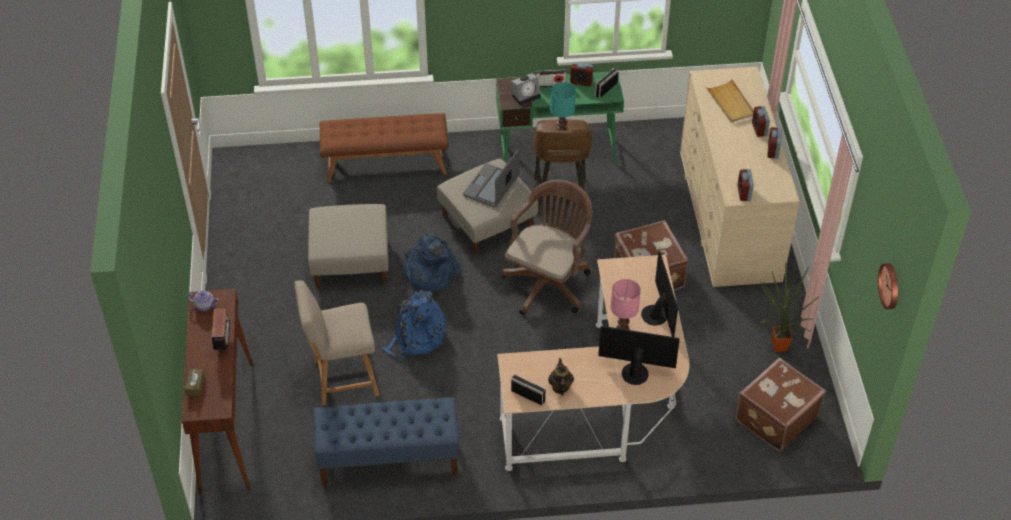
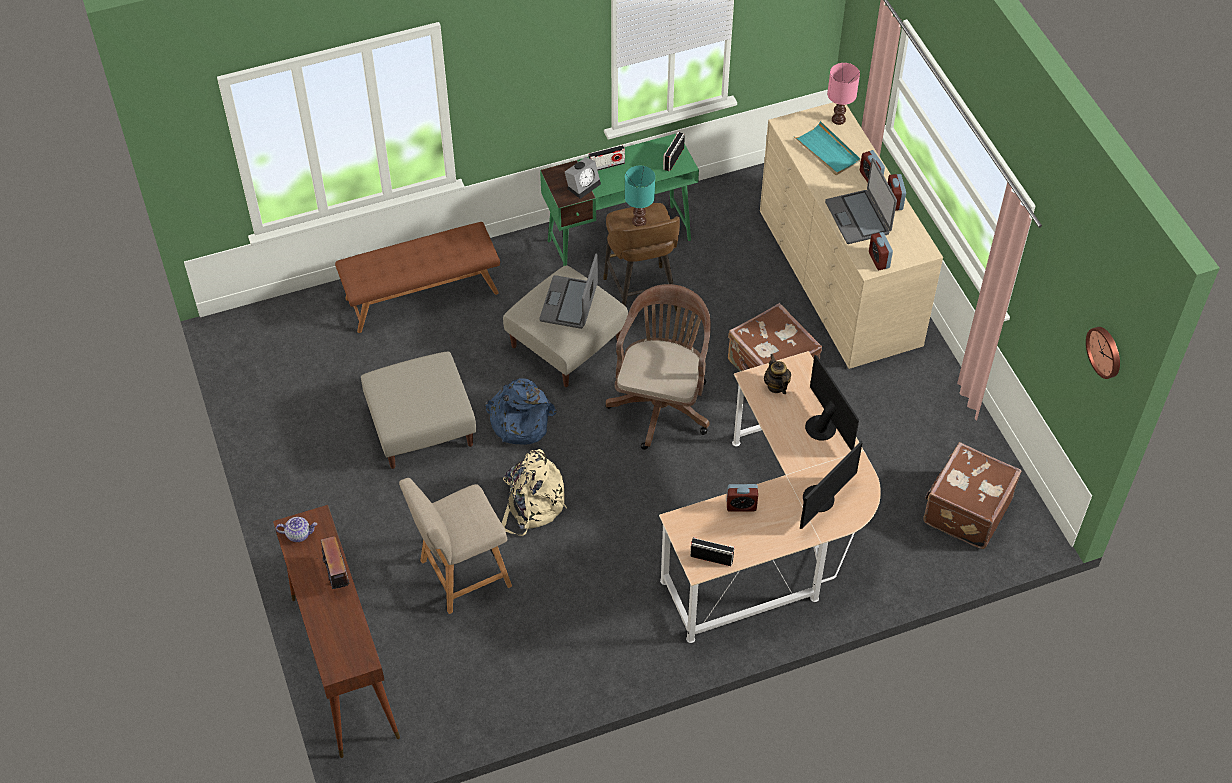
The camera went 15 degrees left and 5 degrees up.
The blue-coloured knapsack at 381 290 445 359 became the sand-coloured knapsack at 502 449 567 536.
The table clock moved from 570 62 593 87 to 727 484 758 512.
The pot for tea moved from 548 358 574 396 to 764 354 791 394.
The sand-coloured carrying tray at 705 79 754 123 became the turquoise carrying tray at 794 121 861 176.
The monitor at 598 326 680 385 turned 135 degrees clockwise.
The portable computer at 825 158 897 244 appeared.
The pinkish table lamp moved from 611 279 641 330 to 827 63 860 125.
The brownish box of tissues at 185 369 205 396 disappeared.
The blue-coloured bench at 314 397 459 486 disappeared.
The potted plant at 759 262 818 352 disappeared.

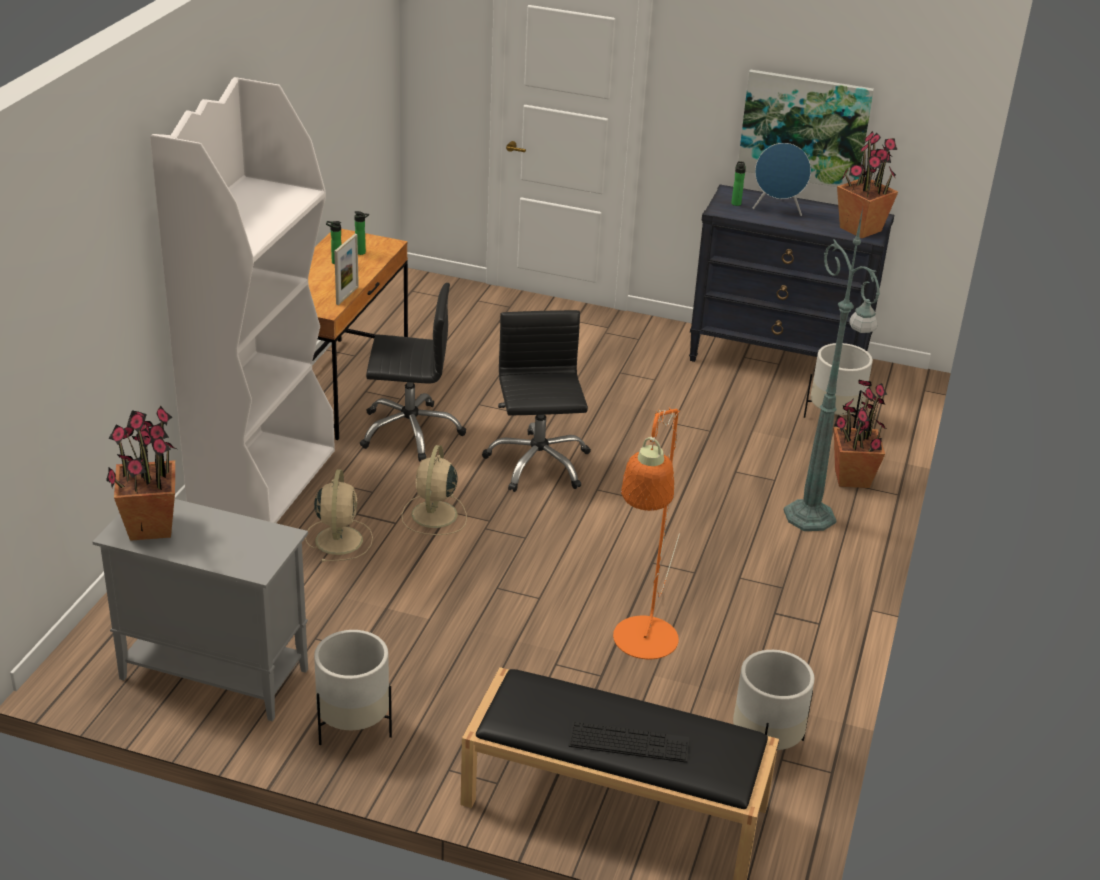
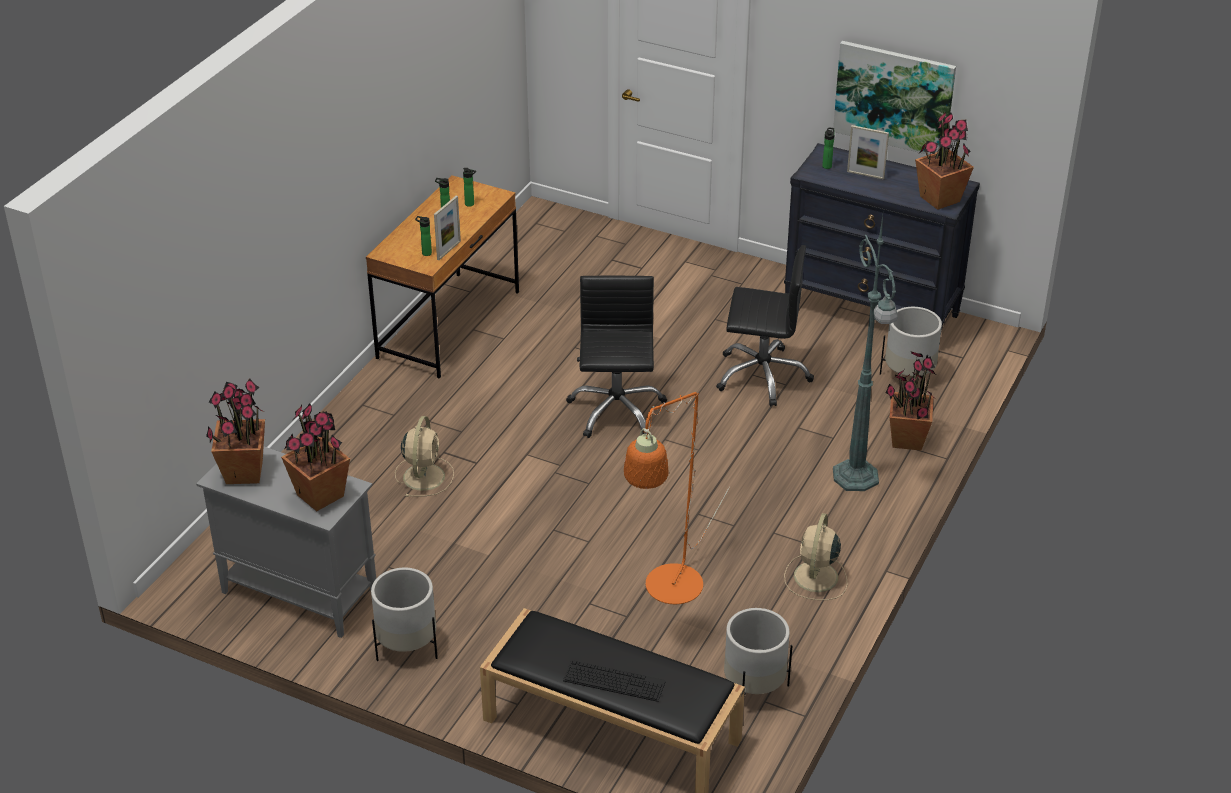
The camera went 10 degrees right and 5 degrees up.
The potted plant at 281 403 350 511 appeared.
The bottle at 415 216 432 256 appeared.
The blackish computer chair moved from 360 283 466 462 to 716 245 814 407.
The sand-coloured electric fan moved from 402 445 467 535 to 784 513 847 600.
The blue-coloured loudspeaker at 752 143 811 216 was replaced by the picture frame at 847 125 889 180.
The white-coloured bookshelf at 150 77 335 523 disappeared.

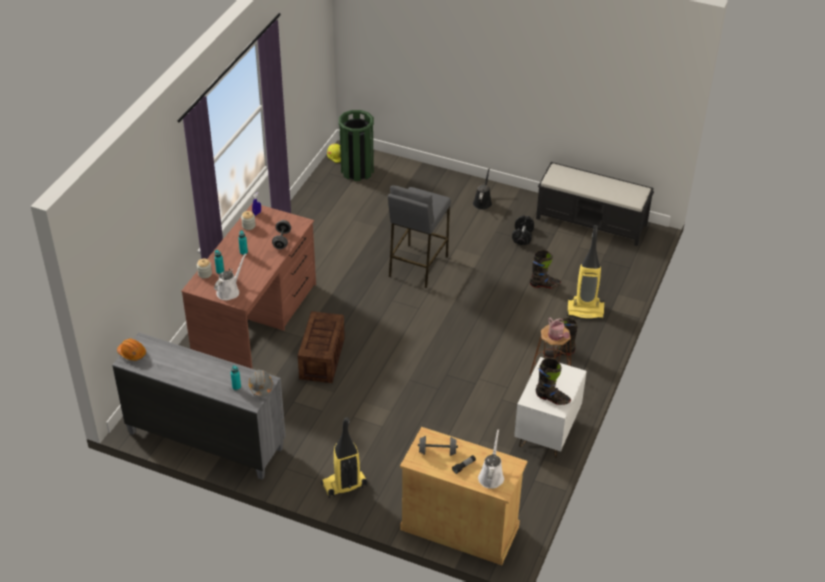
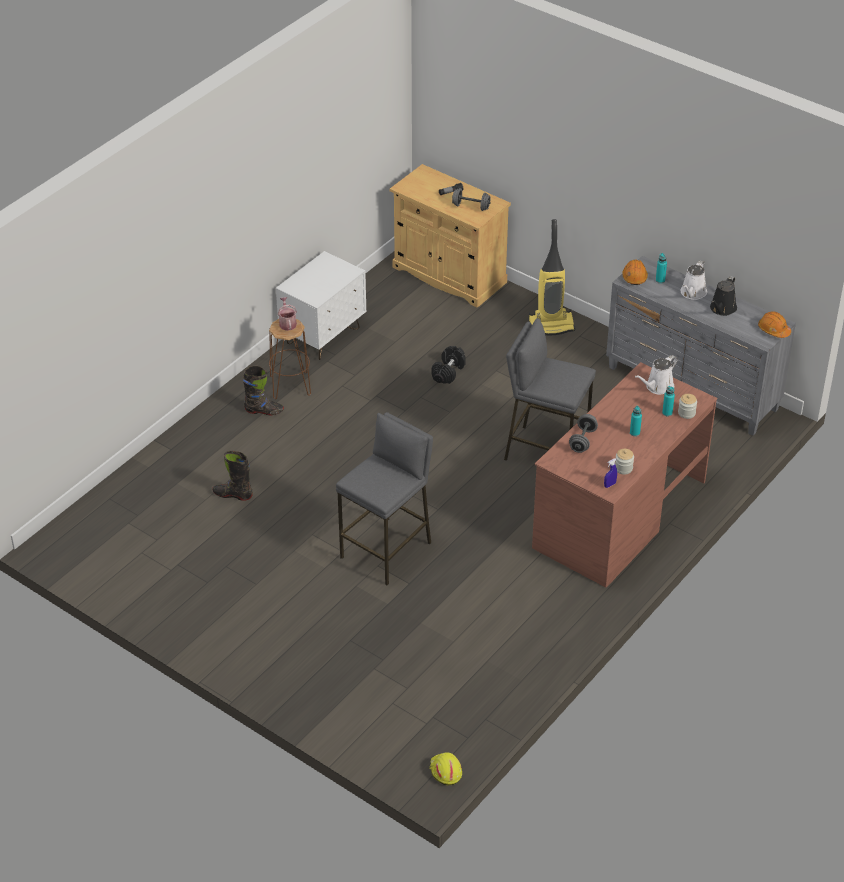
The camera went 165 degrees left and 0 degrees up.
The blackish hand weight moved from 512 215 534 245 to 431 346 466 384.
The crate at 298 311 345 383 was replaced by the greyish sitting stool at 504 318 596 461.
The greyish hard hat at 249 370 272 397 became the orangey hard hat at 622 259 648 285.
The white-coloured watering pot moved from 478 429 504 489 to 680 260 707 300.
The blackish watering pot moved from 473 168 492 210 to 710 276 737 316.
The green trash can at 339 110 374 181 disappeared.
The blackish bench at 536 162 654 246 disappeared.
The blackish high-top boot at 536 358 571 405 disappeared.
The vacuum at 567 225 605 320 disappeared.

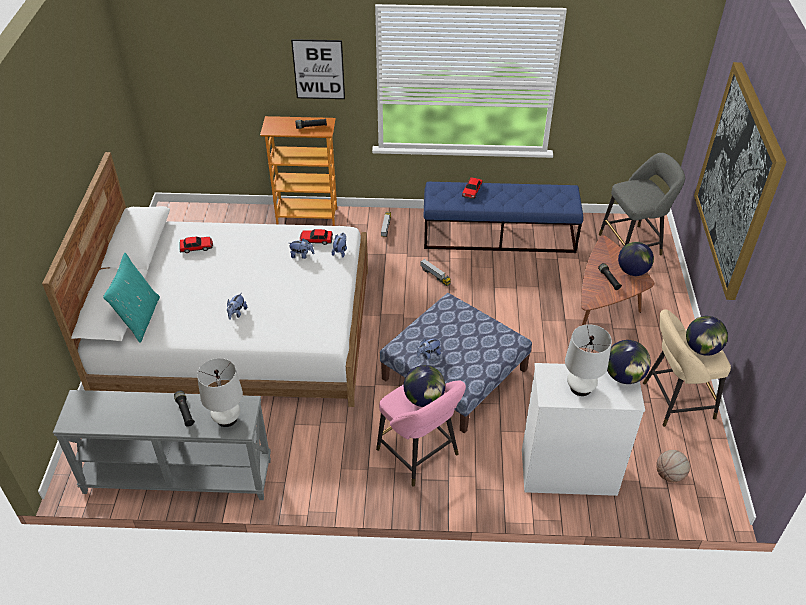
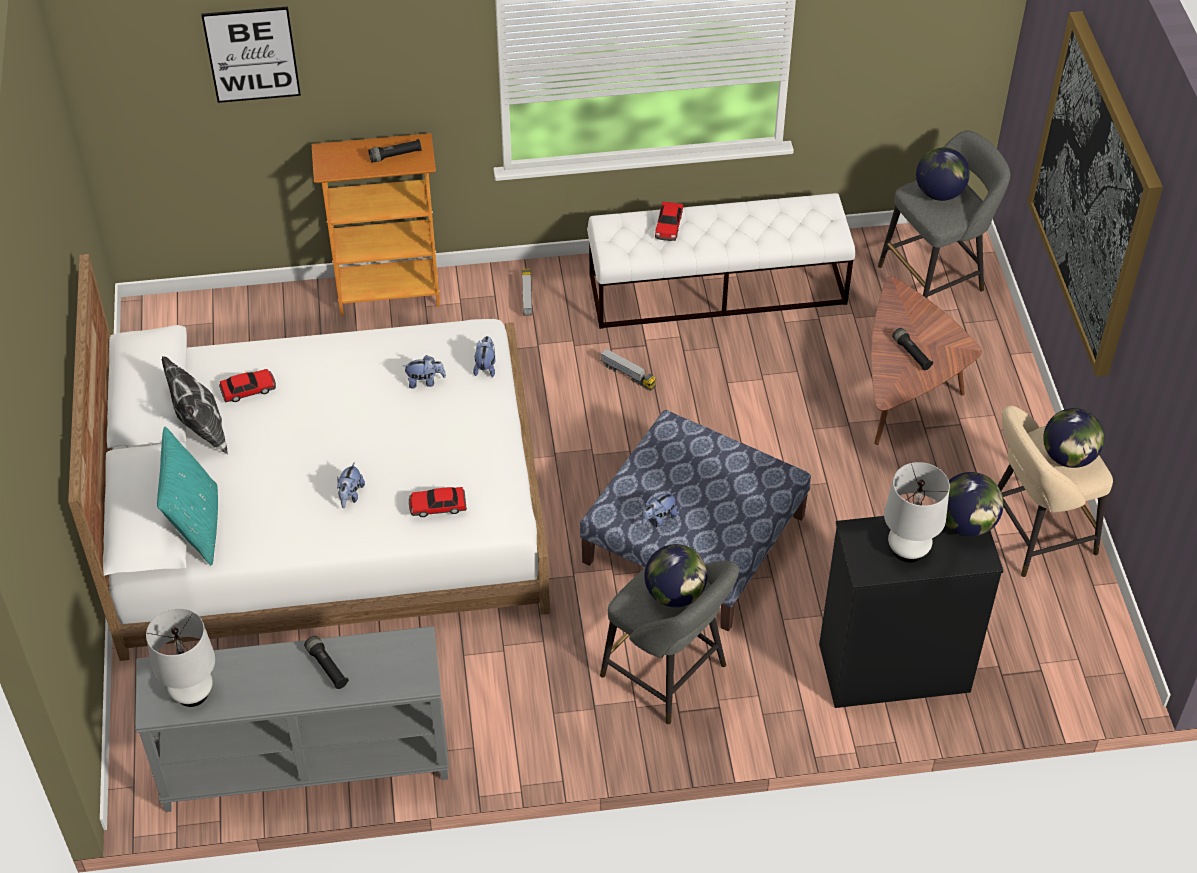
The camera went 10 degrees left and 5 degrees up.
The white-coloured table lamp moved from 197 358 243 427 to 146 608 215 707.
The pillow at 162 356 228 455 appeared.
The wall art moved from 291 39 345 99 to 201 7 301 103.
The toy car moved from 300 229 333 245 to 409 487 467 517.
The blue-coloured bench at 423 182 583 253 became the white-coloured bench at 587 193 855 329.
The pinkish sitting stool at 376 381 466 487 became the greyish sitting stool at 600 561 739 724.
The white-coloured drawer chest at 522 363 645 496 became the blackish drawer chest at 819 516 1003 708.
The desk globe moved from 618 242 654 276 to 916 147 970 201.
The basketball at 656 450 690 482 disappeared.

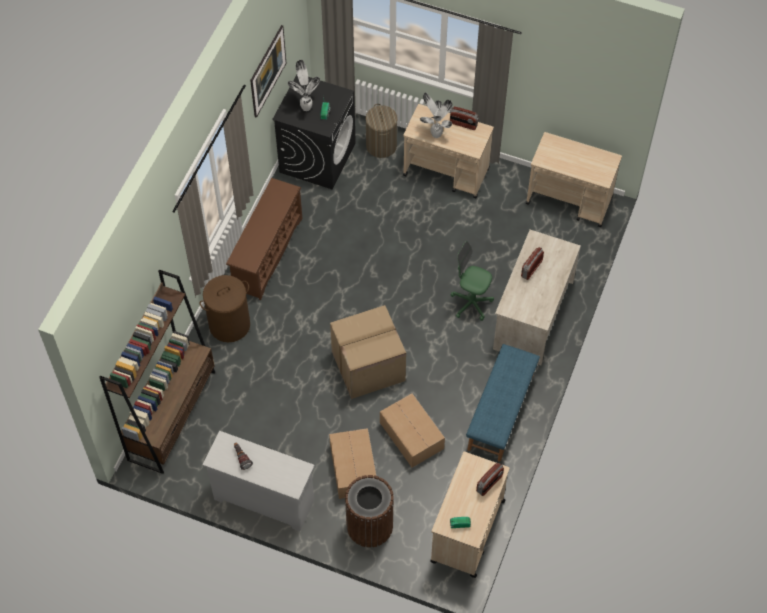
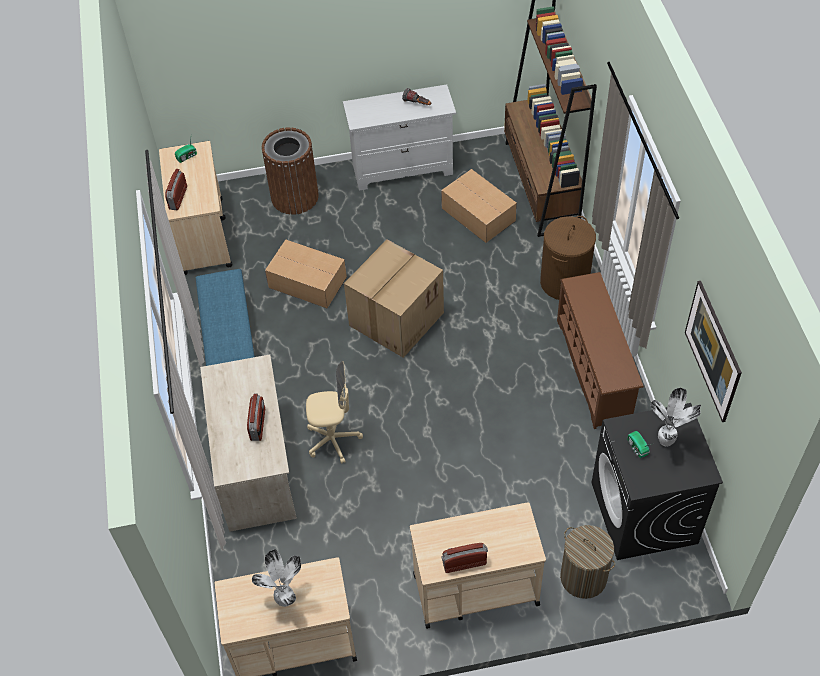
The camera went 150 degrees right and 5 degrees down.
The potted plant moved from 420 92 453 138 to 252 549 301 607.
The green computer chair at 450 241 494 321 became the sand-coloured computer chair at 306 361 363 463.
The carton moved from 329 428 376 499 to 441 169 517 243.

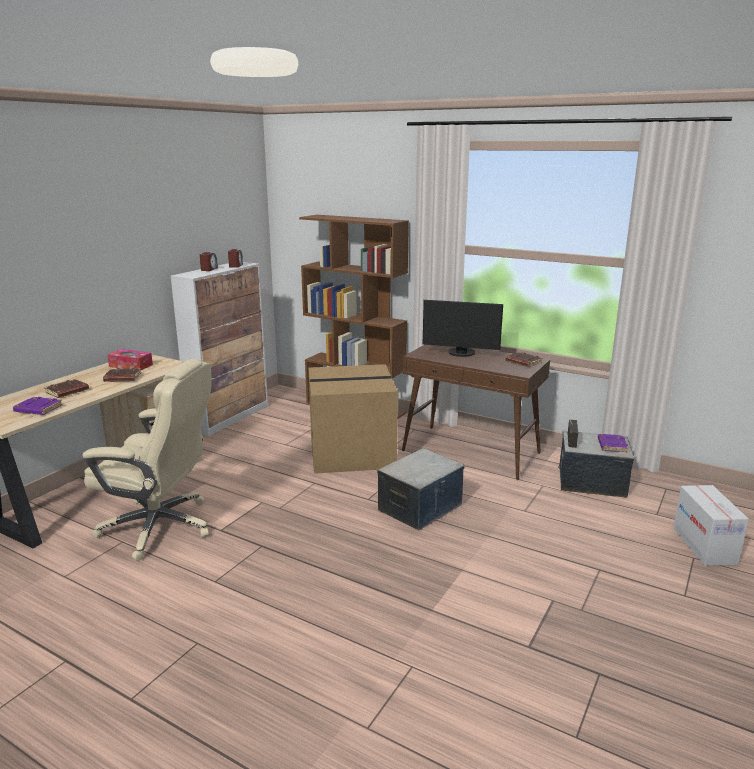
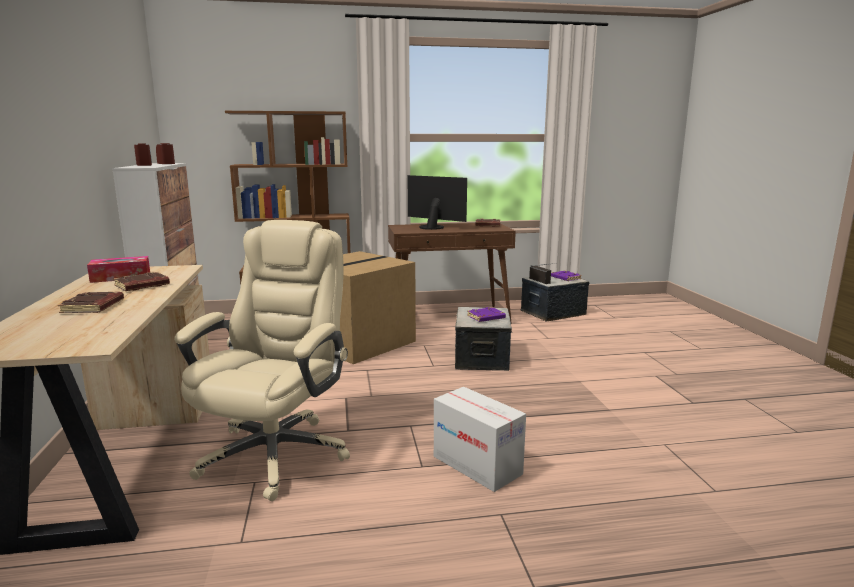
The camera went 40 degrees left and 5 degrees down.
The sand-coloured computer chair at 82 359 212 561 turned 45 degrees counterclockwise.
The monitor at 422 300 503 357 turned 120 degrees counterclockwise.
The carton moved from 673 485 749 566 to 434 387 526 492.
The purple-coloured book moved from 13 397 63 415 to 467 307 506 322.

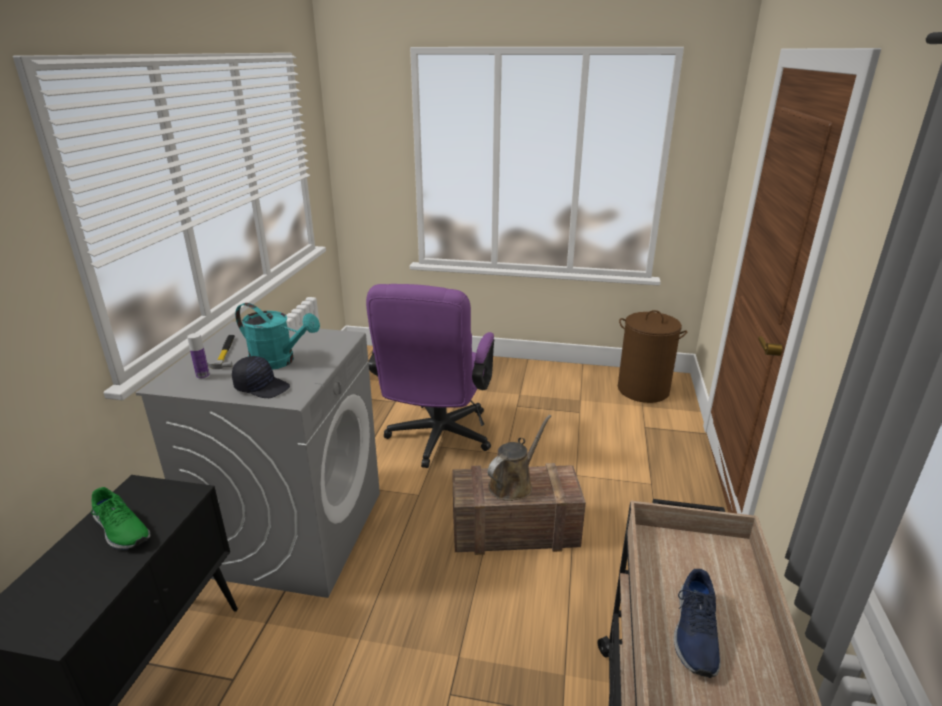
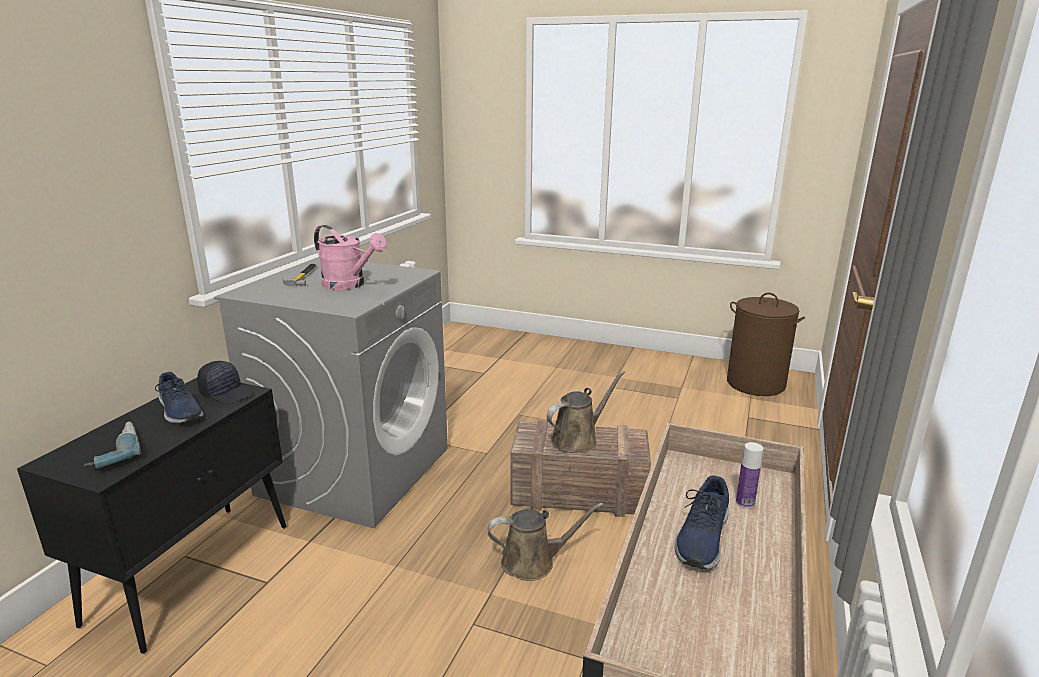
The camera went 10 degrees right and 5 degrees down.
The power drill at 84 422 141 469 appeared.
The green item of footwear at 91 487 151 550 became the blue-coloured item of footwear at 155 372 203 424.
The blackish peaked cap moved from 232 356 290 398 to 197 361 253 404.
The turquoise watering pot at 235 303 320 370 became the pinkish watering pot at 314 225 387 290.
The brownish watering pot at 488 503 604 581 appeared.
The bottle moved from 187 333 210 379 to 736 442 763 509.
The purple-coloured computer chair at 366 284 494 468 disappeared.

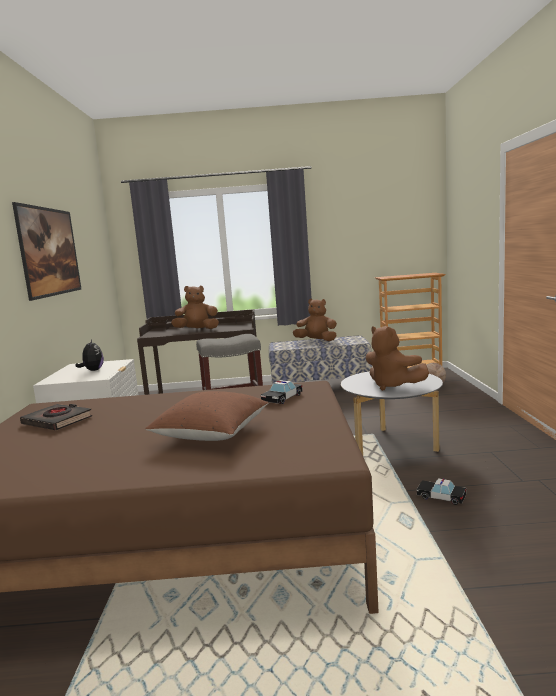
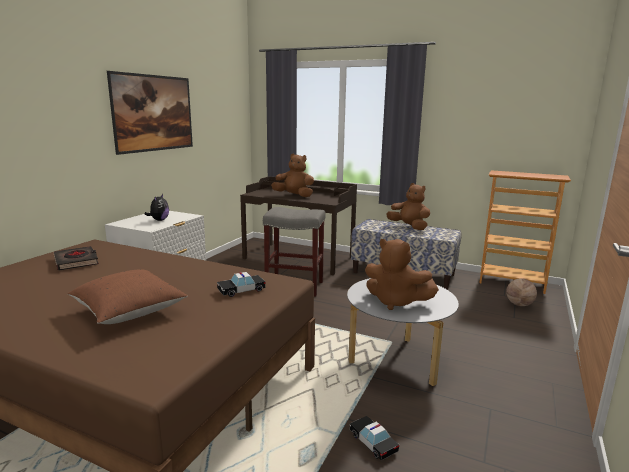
The camera went 25 degrees right and 5 degrees up.
The brownish plush toy at 366 326 429 391 turned 45 degrees counterclockwise.

